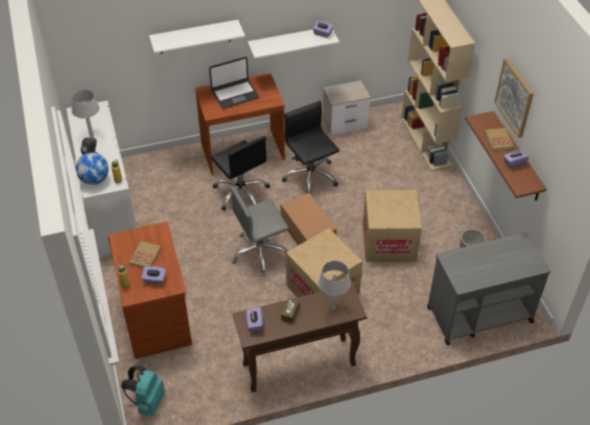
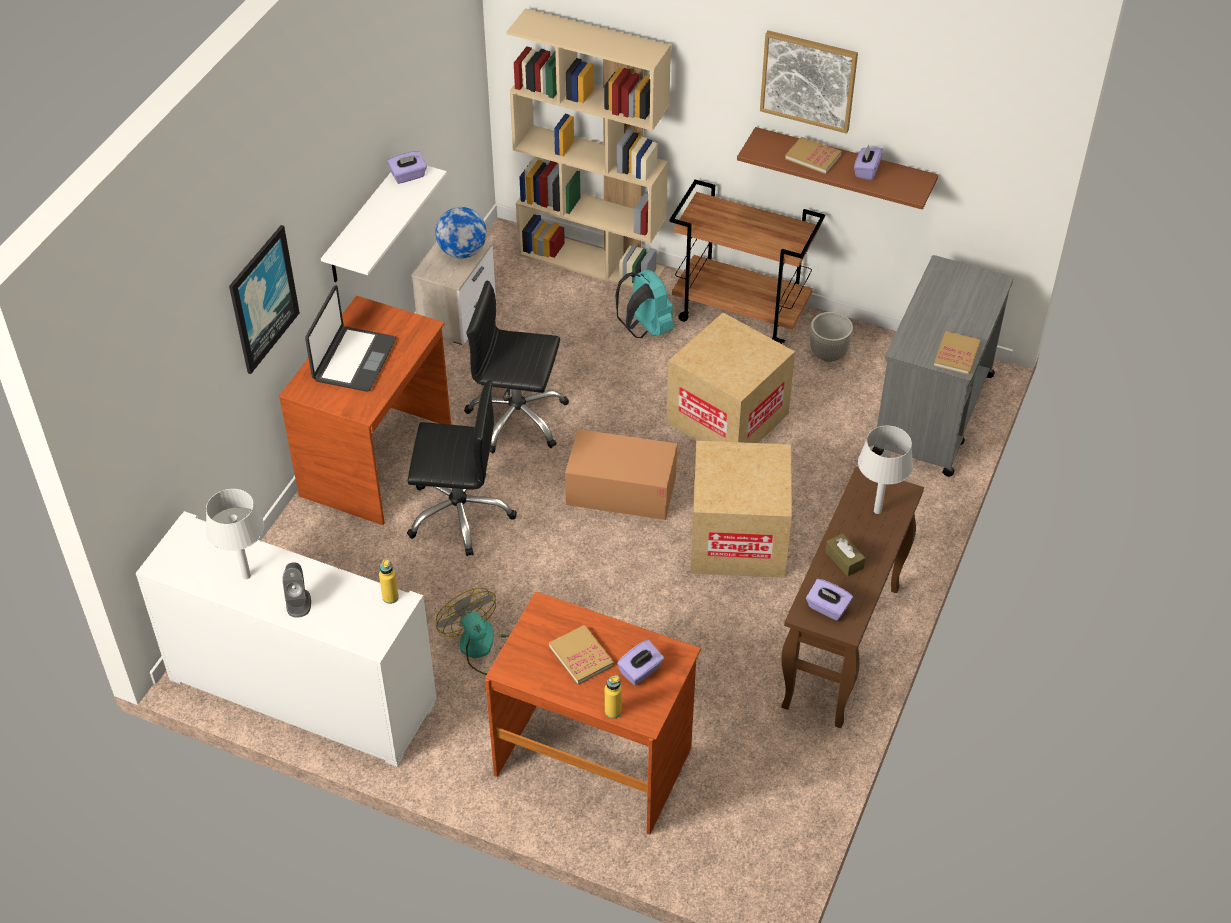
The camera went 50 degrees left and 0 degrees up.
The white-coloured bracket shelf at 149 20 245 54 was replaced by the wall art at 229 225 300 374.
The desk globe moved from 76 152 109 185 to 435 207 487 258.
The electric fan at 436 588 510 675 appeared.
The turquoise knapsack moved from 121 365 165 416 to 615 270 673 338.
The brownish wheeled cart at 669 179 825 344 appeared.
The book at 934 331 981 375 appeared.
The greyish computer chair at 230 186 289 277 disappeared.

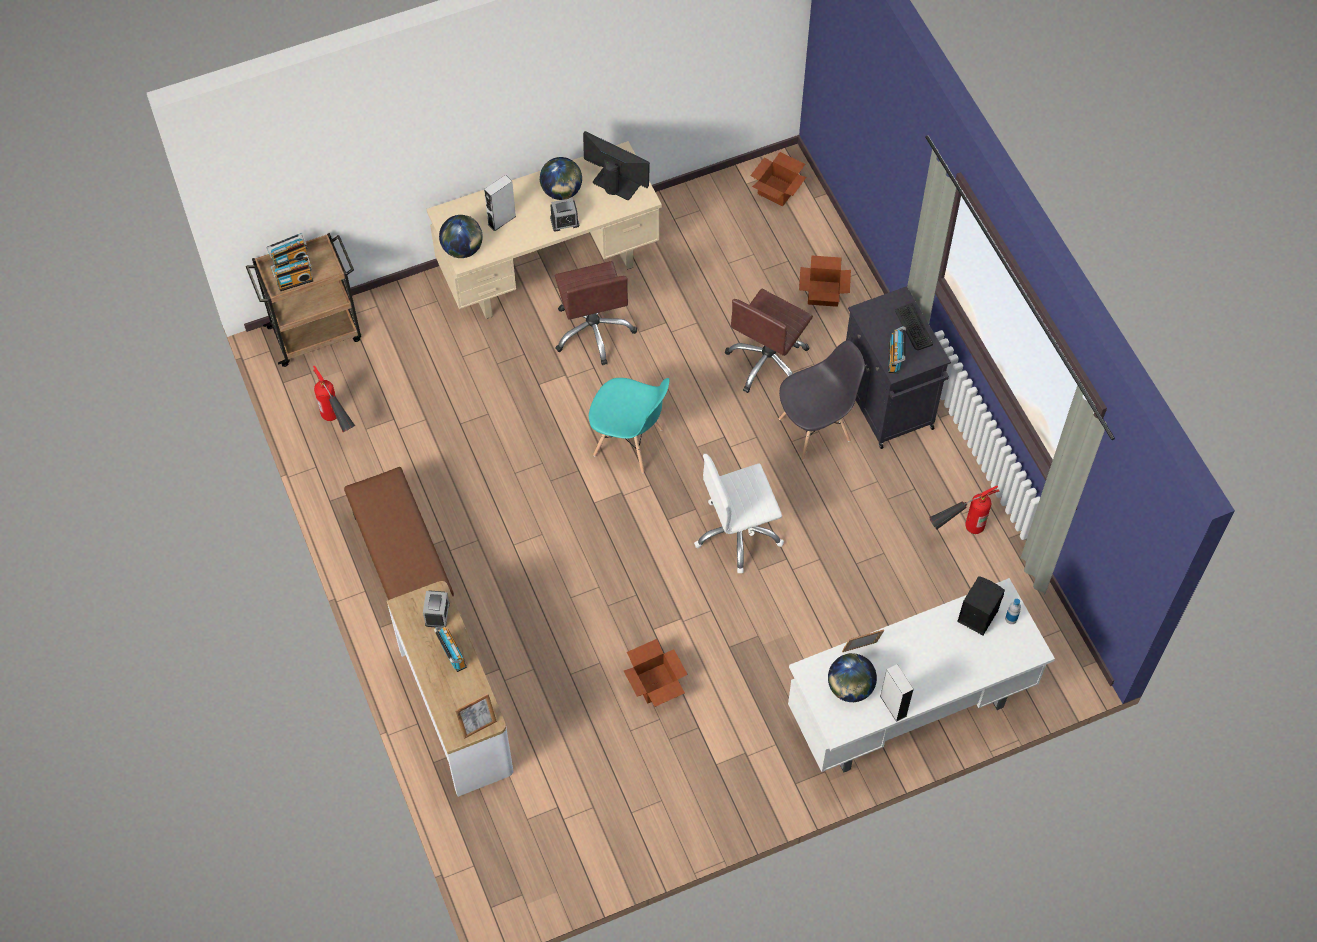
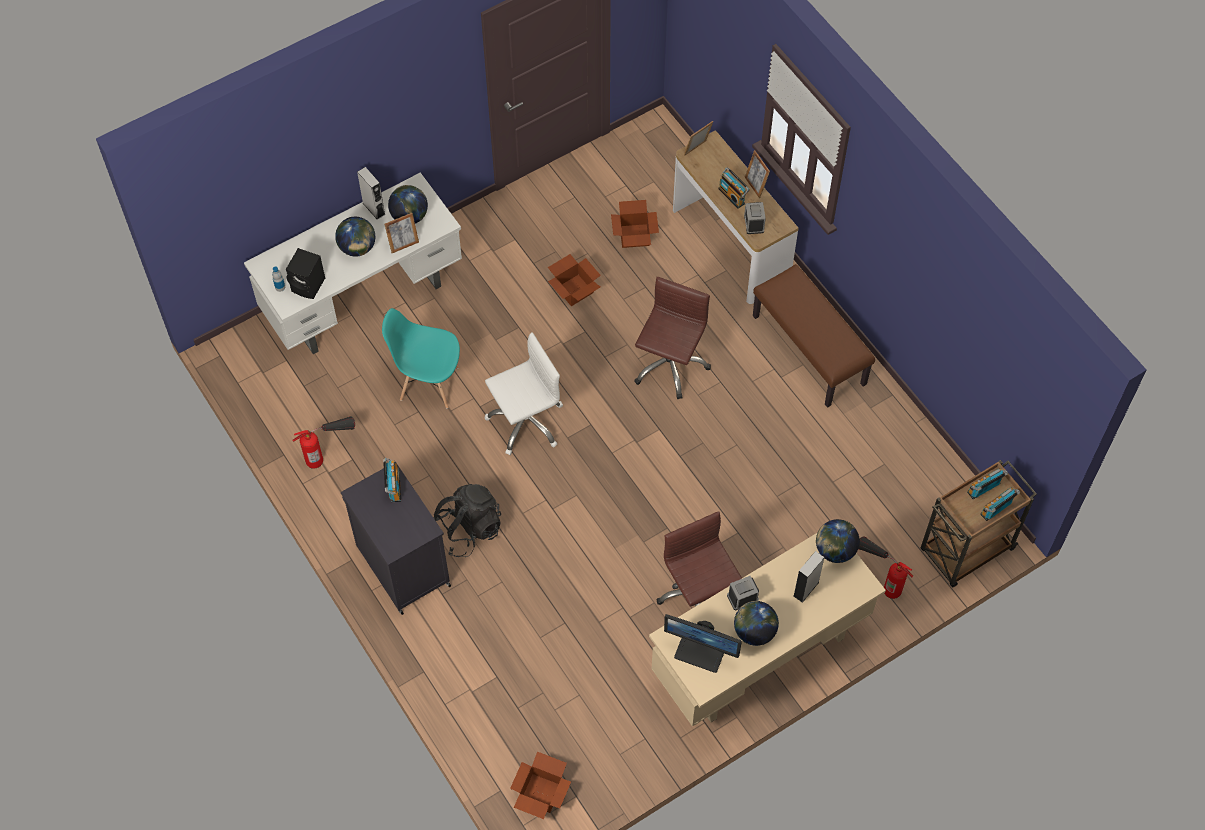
The camera went 170 degrees right and 0 degrees up.
The desk globe at 335 217 375 257 appeared.
The turquoise plain chair moved from 589 378 669 473 to 382 308 460 408.
The greyish plain chair at 779 340 865 460 was replaced by the blackish knapsack at 434 484 501 557.
The carton moved from 799 255 851 307 to 611 200 659 248.
The brownish computer chair moved from 725 289 813 393 to 634 277 711 399.
The picture frame at 745 150 770 198 appeared.
The fire-fighting cylinder moved from 313 366 356 433 to 859 537 913 599.
The PC keyboard at 895 303 933 350 disappeared.

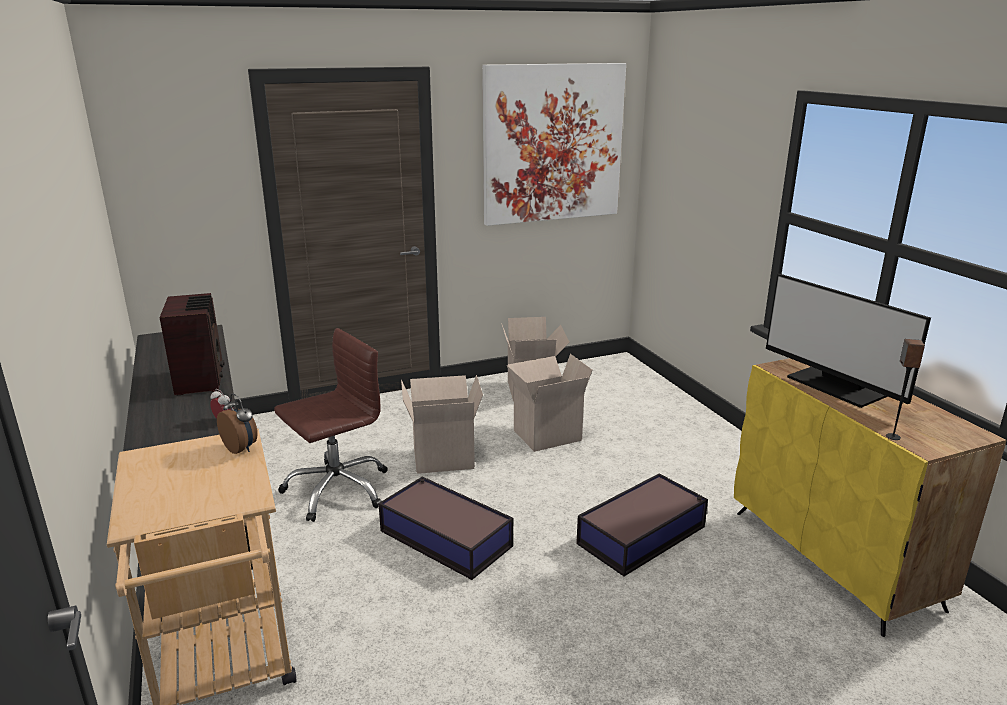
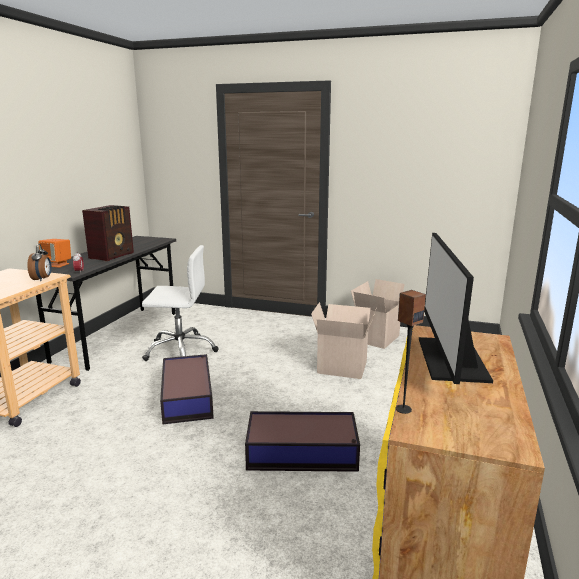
The camera went 40 degrees right and 5 degrees down.
The orangey loudspeaker at 38 239 71 268 appeared.
The brownish computer chair at 274 328 388 522 became the white-coloured computer chair at 142 245 219 361.
The carton at 401 375 483 474 disappeared.
The wall art at 482 63 626 226 disappeared.

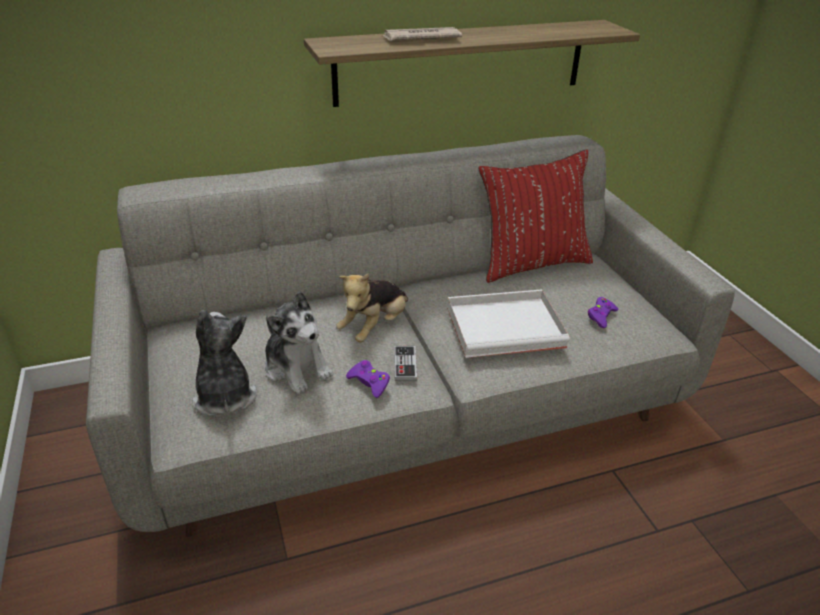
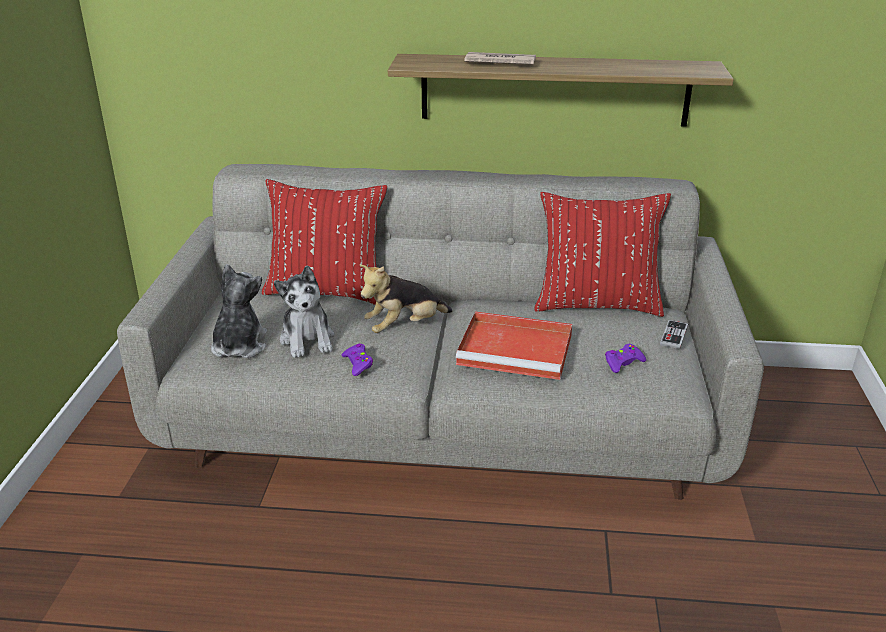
The camera went 25 degrees right and 5 degrees down.
The red-coloured pillow at 262 179 387 305 appeared.
The white-coloured carrying tray at 447 289 570 358 became the red-coloured carrying tray at 456 311 572 380.
The game controller moved from 394 346 417 381 to 660 320 688 349.

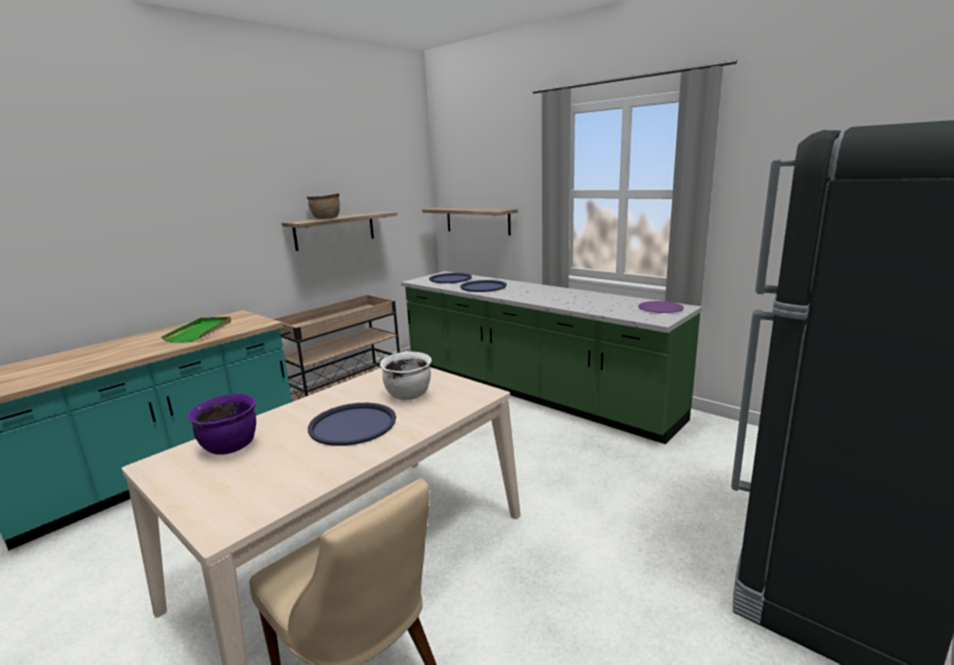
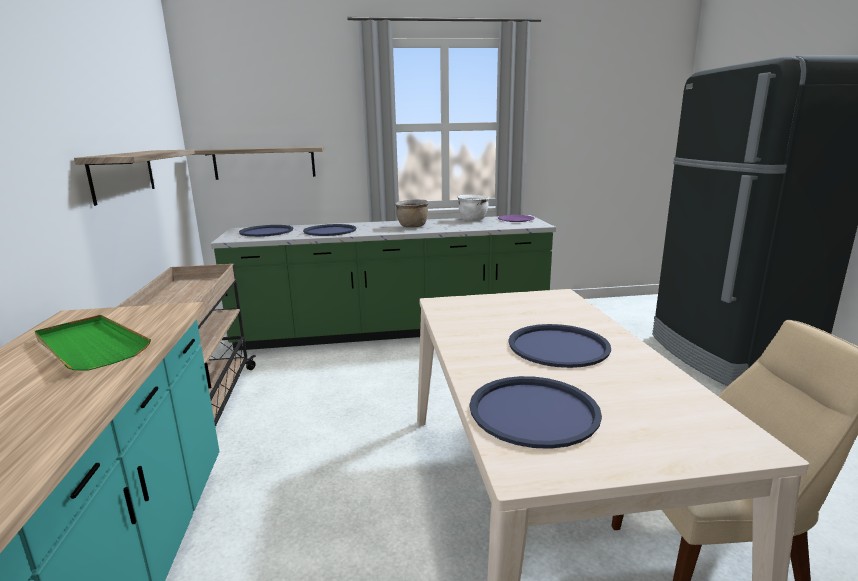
The camera went 50 degrees left and 0 degrees up.
The brownish saucepot moved from 306 193 340 219 to 395 199 429 228.
The white-coloured saucepot moved from 380 351 432 400 to 458 195 490 221.
The purple-coloured saucepot at 188 393 256 455 was replaced by the blue-coloured carrying tray at 470 376 602 449.

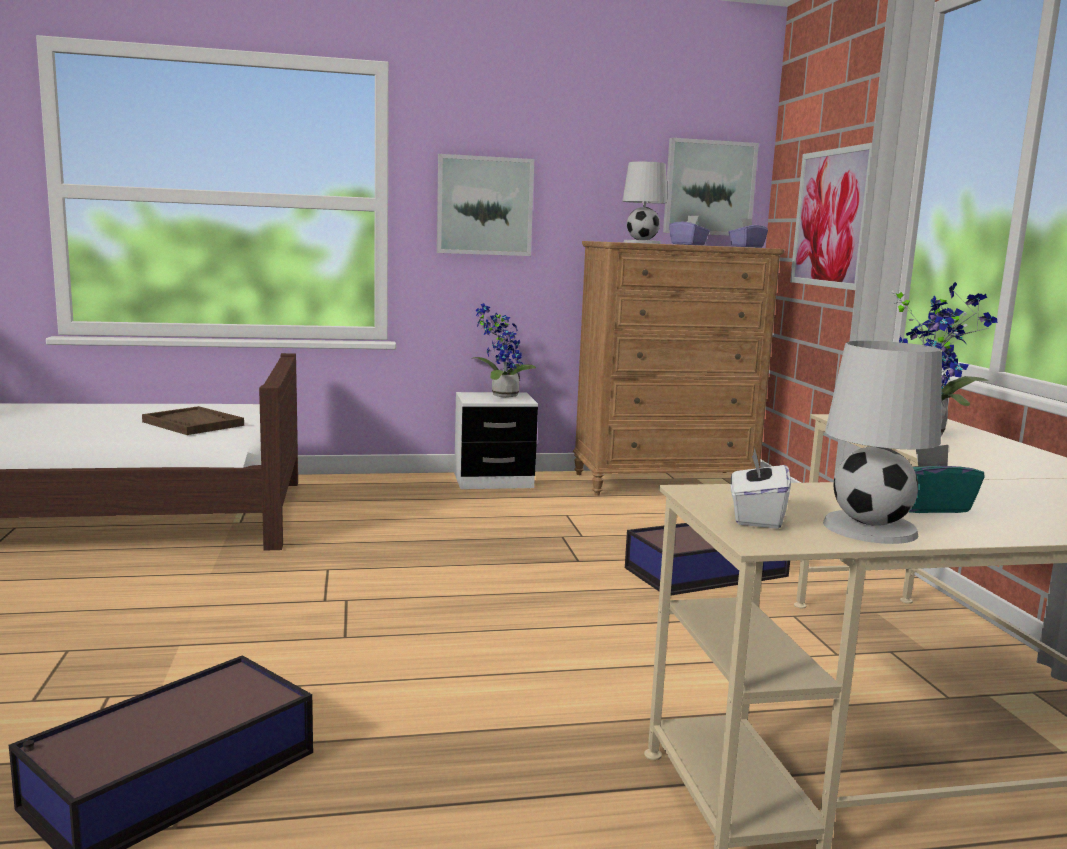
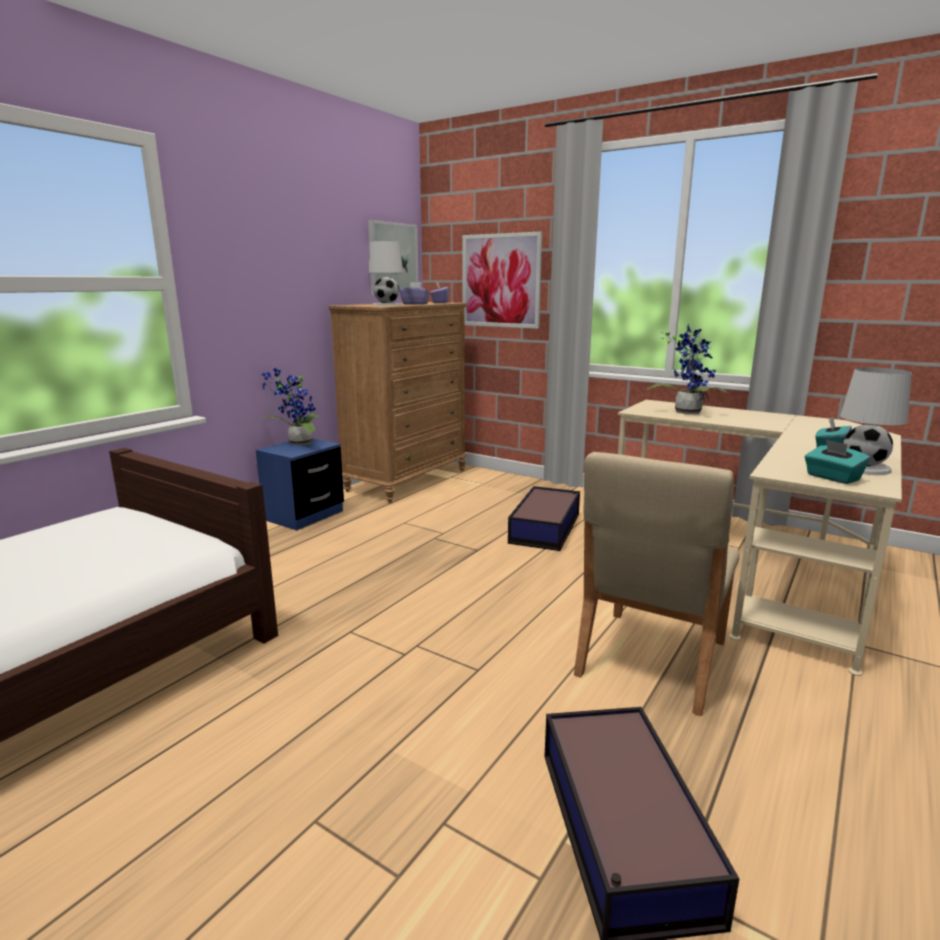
The camera went 45 degrees left and 5 degrees up.
The white-coloured nightstand at 454 392 538 489 became the blue-coloured nightstand at 256 438 344 530.
The sand-coloured plain chair at 574 452 740 716 appeared.
The white-coloured box of tissues at 730 448 791 529 became the turquoise box of tissues at 805 439 870 484.
The brownish carrying tray at 142 406 244 435 disappeared.
The wall art at 437 154 534 256 disappeared.

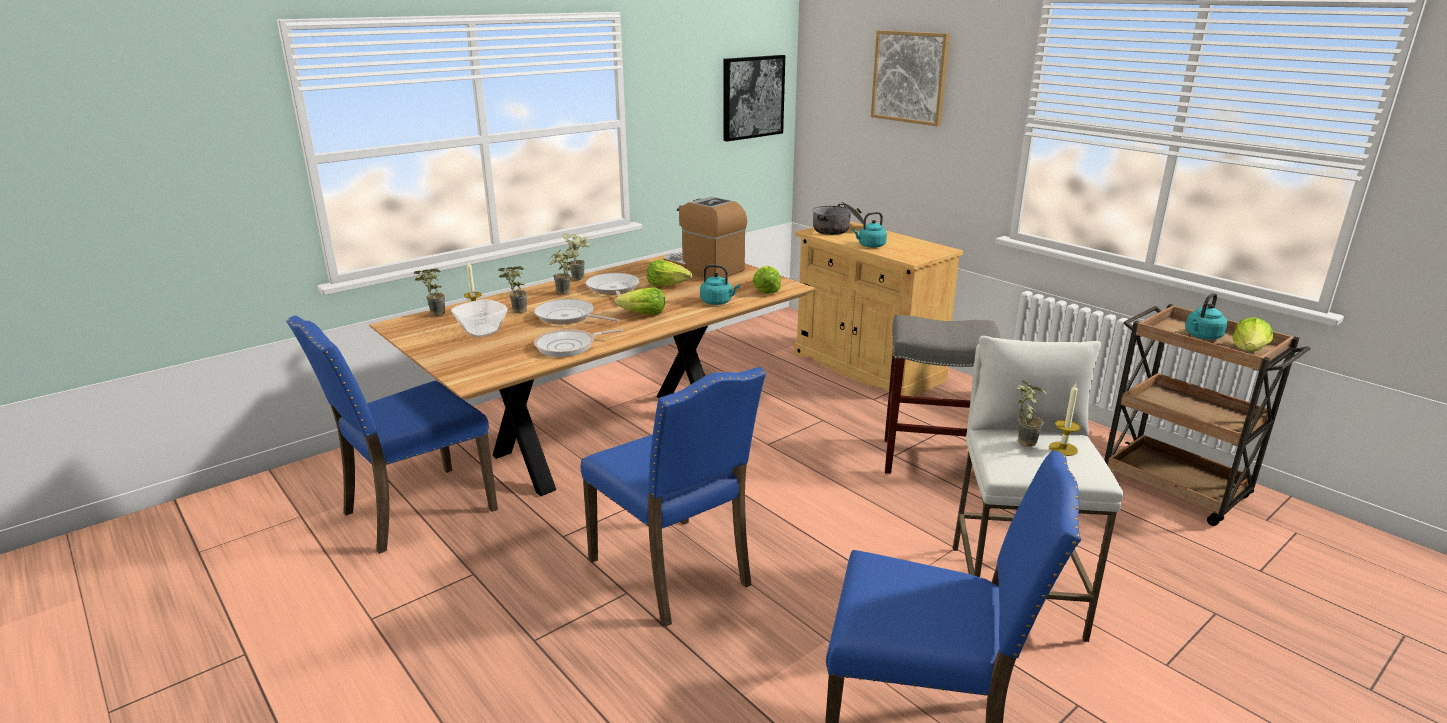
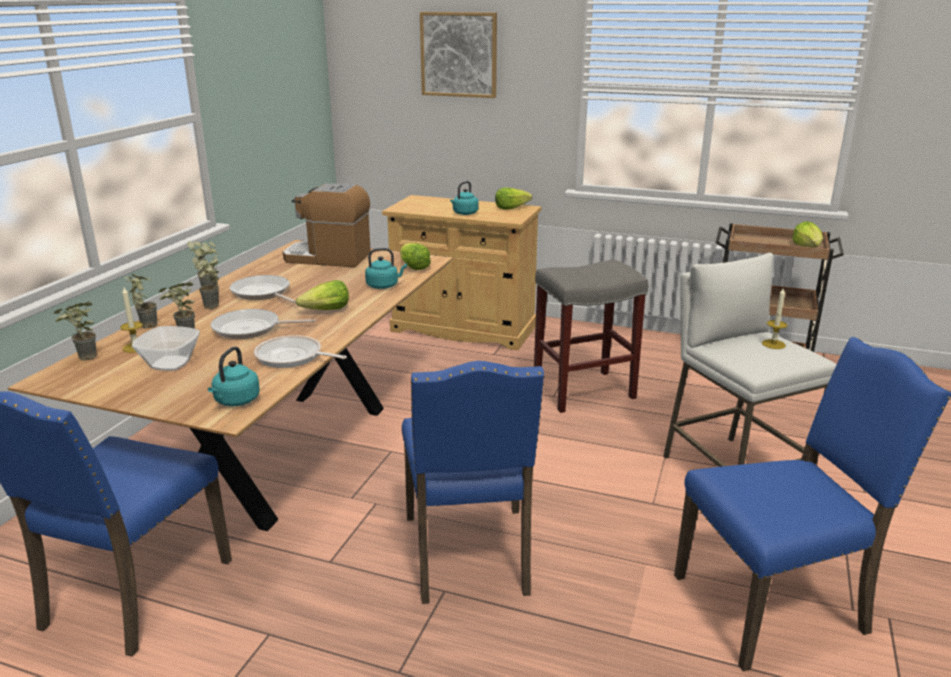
The camera went 30 degrees left and 0 degrees up.
The potted plant moved from 1016 380 1046 447 to 124 274 157 329.
The turquoise water kettle moved from 1185 293 1228 340 to 208 346 260 406.
The frying pan at 534 329 623 357 turned 75 degrees clockwise.
The blue-coloured plain chair at 581 367 766 627 turned 60 degrees clockwise.
The head of lettuce moved from 647 260 692 286 to 495 187 532 210.
The wall art at 723 55 785 141 disappeared.
The saucepot at 812 202 864 235 disappeared.

